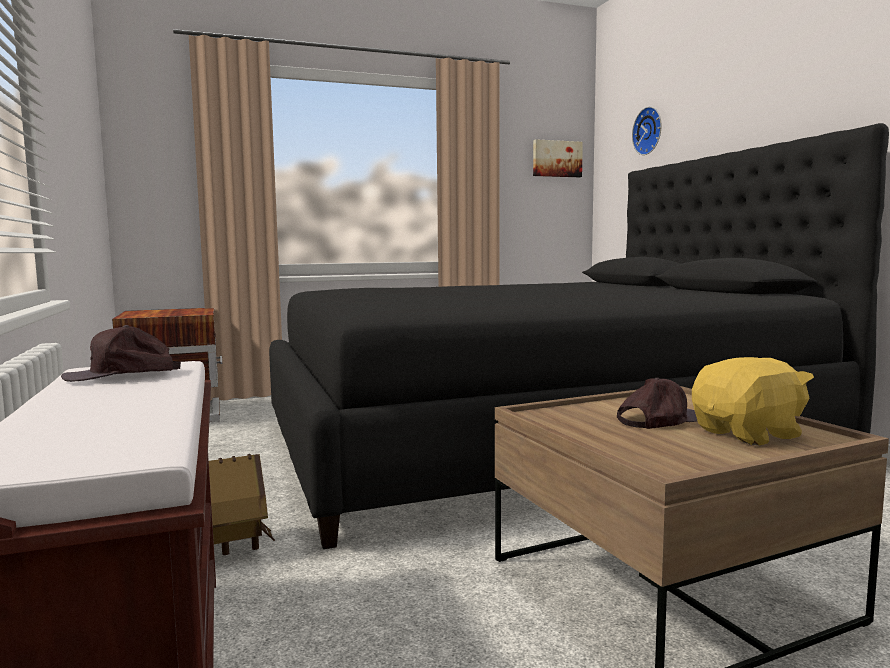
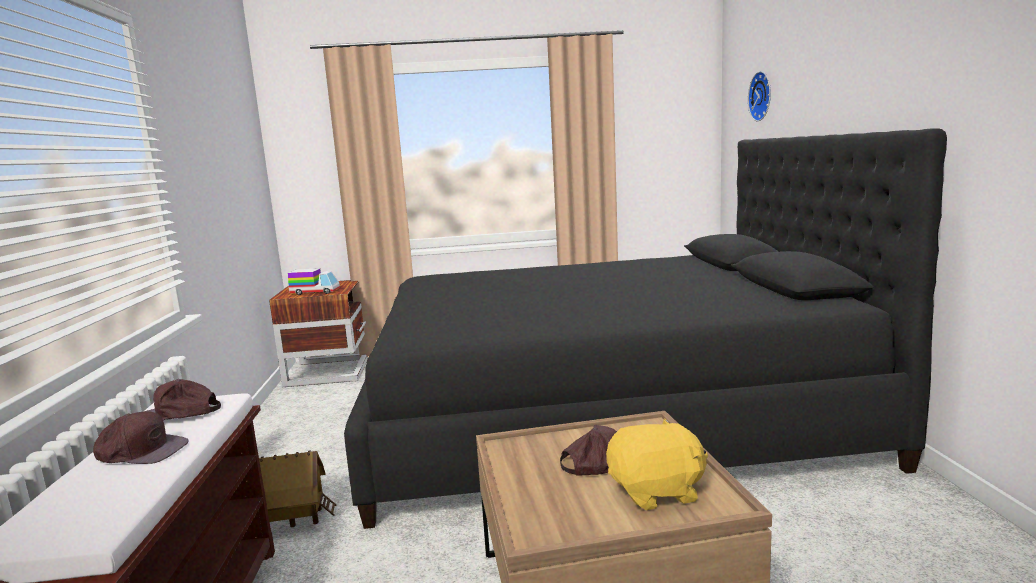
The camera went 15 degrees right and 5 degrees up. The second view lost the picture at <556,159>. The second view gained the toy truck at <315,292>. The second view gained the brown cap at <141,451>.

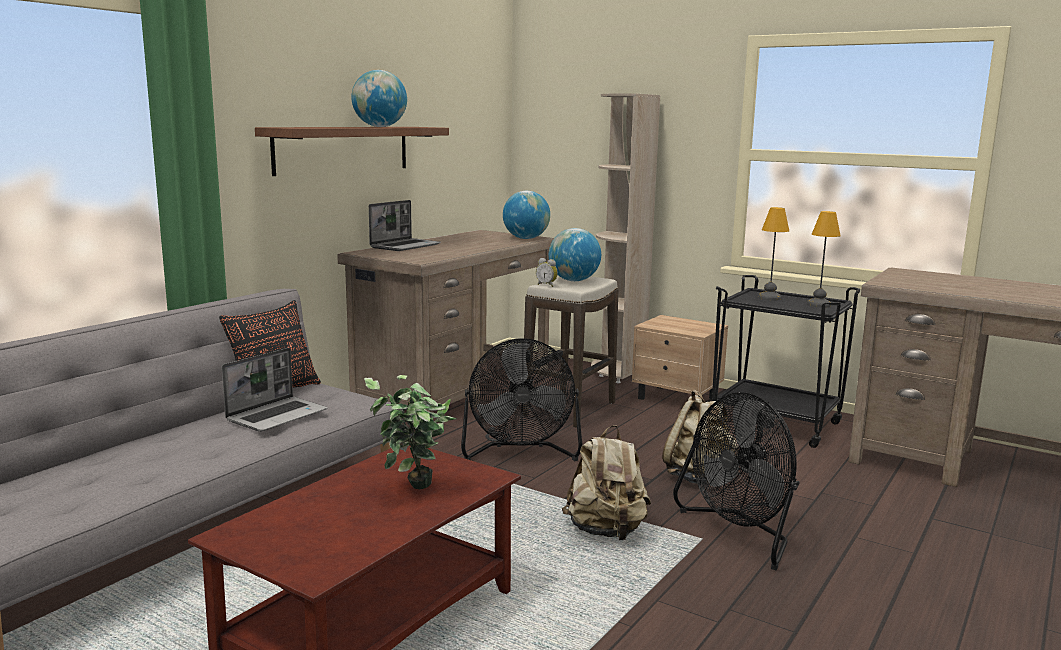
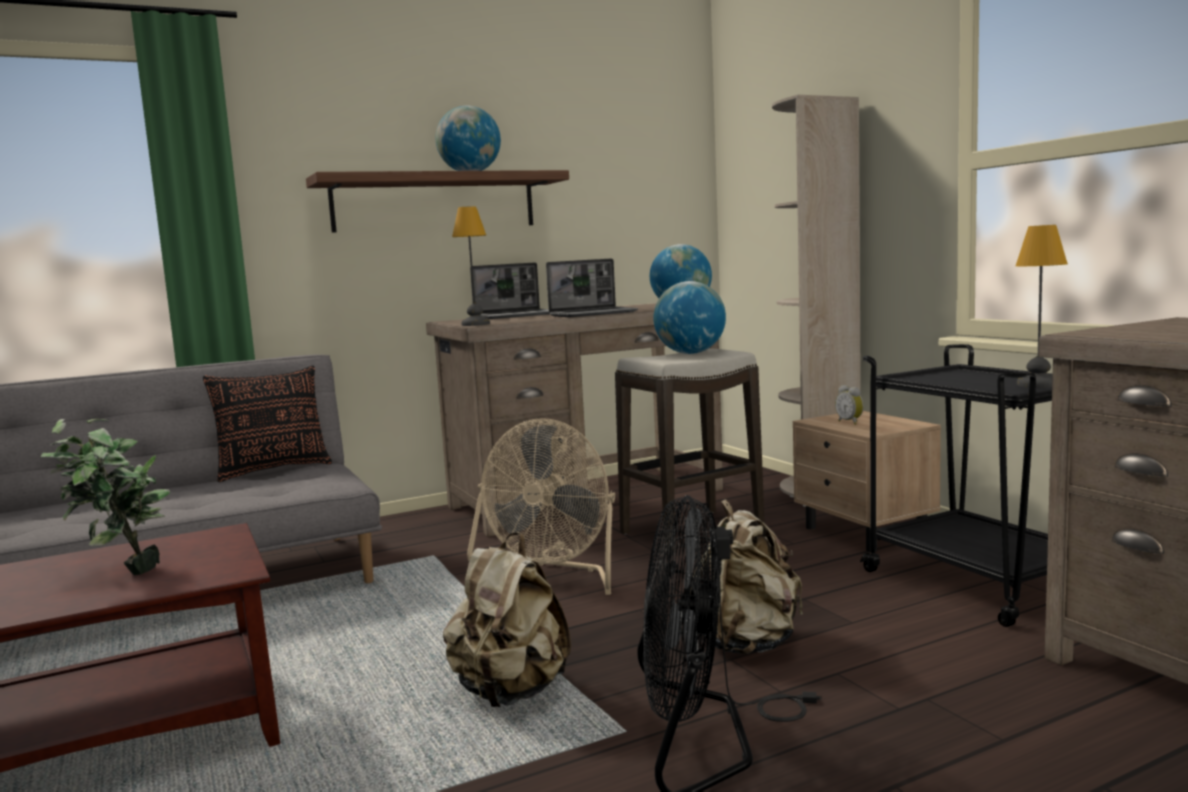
The camera went 30 degrees right and 5 degrees down. The table lamp ended up elsewhere, having gone from <768,298> to <475,324>. The alarm clock ended up elsewhere, having gone from <547,285> to <850,422>. What was the black fan at <516,452> turned into the beige fan at <551,574>. The laptop ended up elsewhere, having gone from <277,415> to <593,314>.

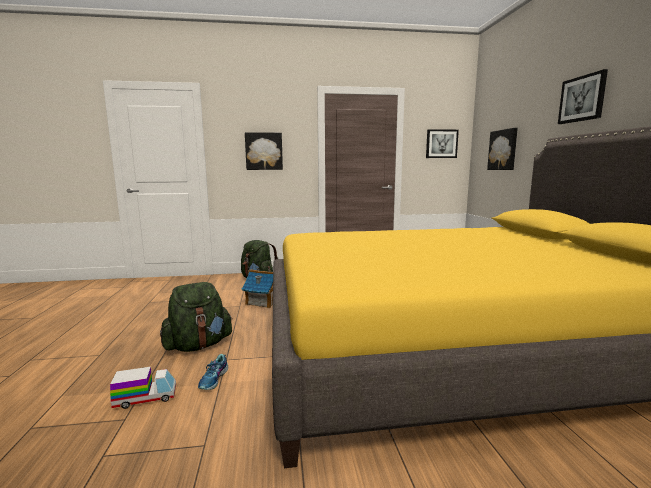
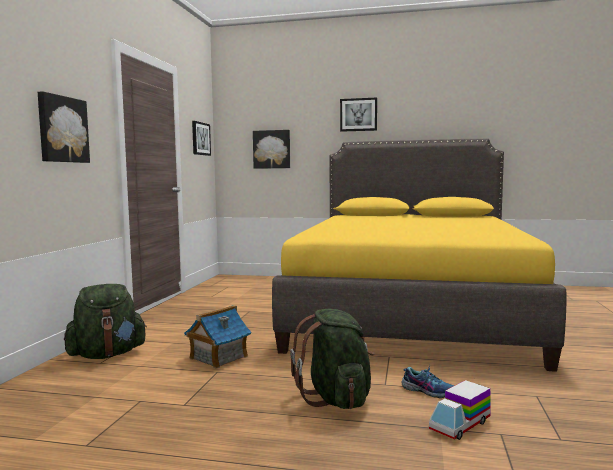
The camera went 70 degrees left and 5 degrees down. The toy truck at <145,398> ended up facing another way, 135 degrees counterclockwise from before.

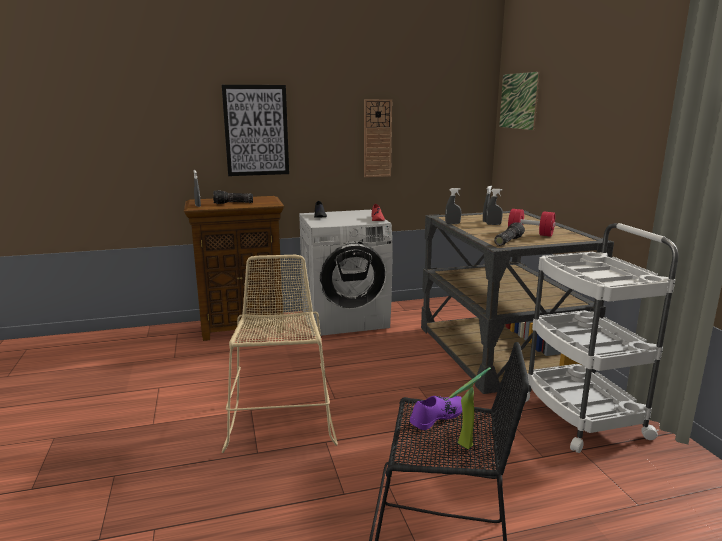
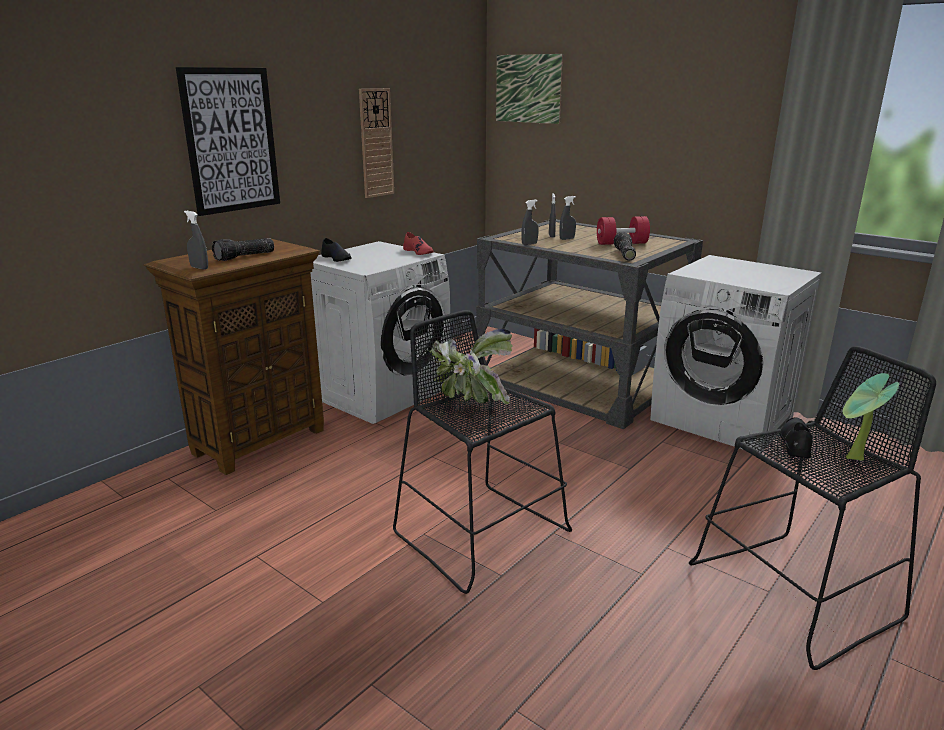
The camera went 35 degrees left and 5 degrees up. Where the white cart stood at <580,418>, the white washing machine came to stand at <721,423>. What was the beige stool at <282,424> turned into the black stool at <482,534>. What was the purple shoe at <437,416> turned into the black shoe at <795,443>. The second view gained the potted plant at <467,403>.

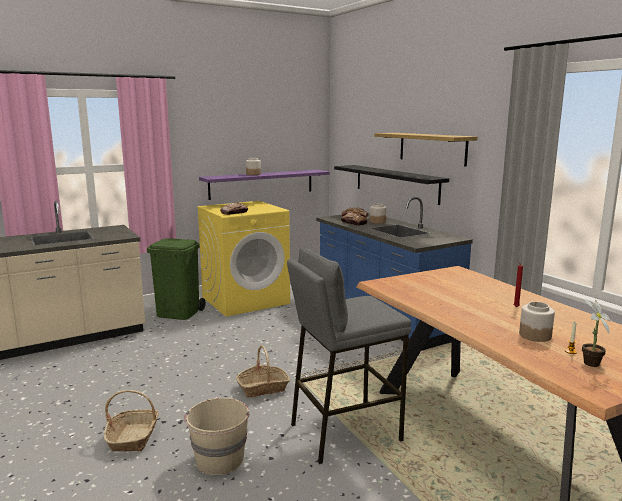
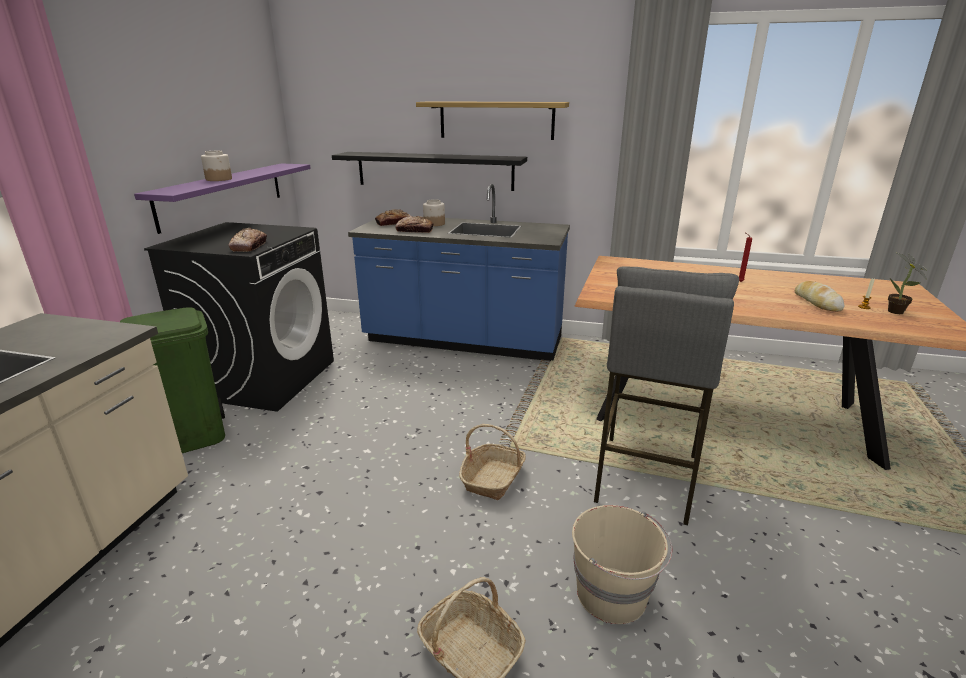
The camera went 45 degrees left and 10 degrees up. What was the yellow washing machine at <245,300> turned into the black washing machine at <264,378>. Where the jar stood at <535,335>, the bread came to stand at <816,302>.

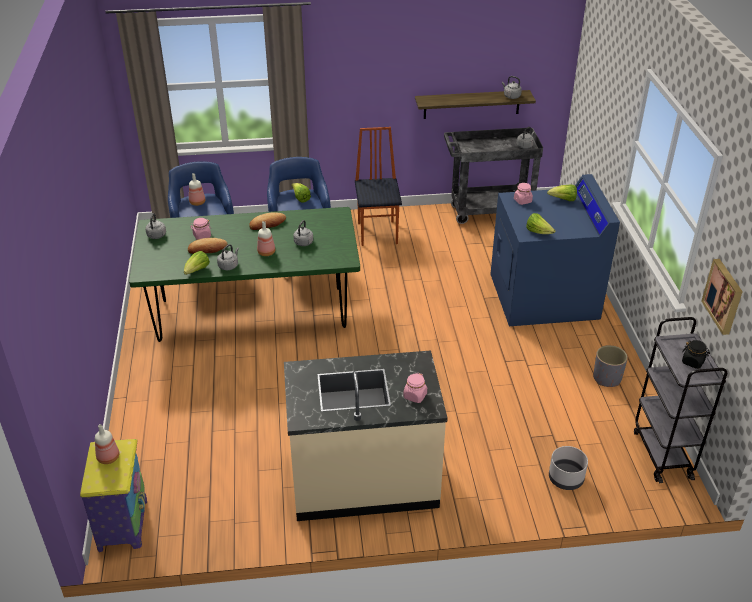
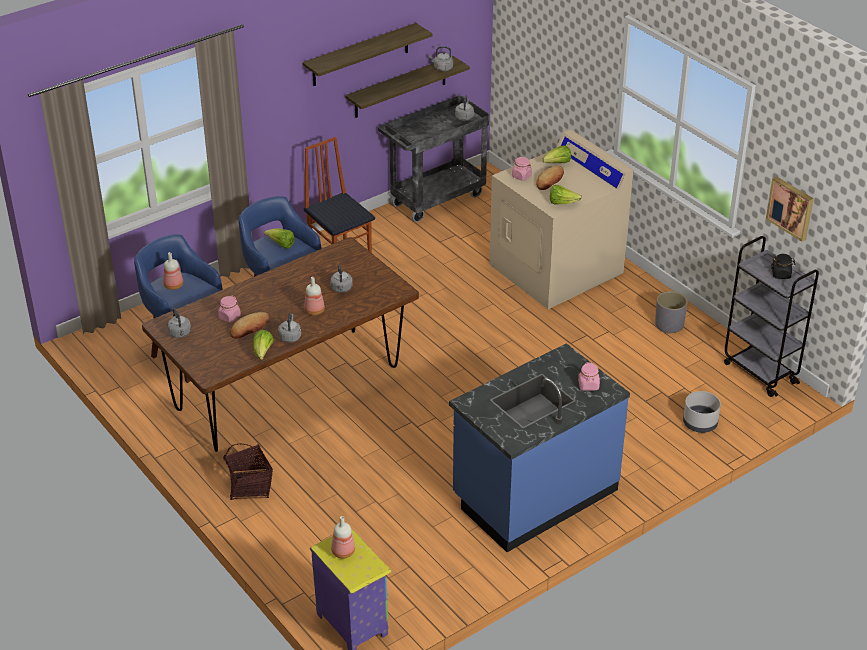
The camera went 30 degrees left and 0 degrees up. What was the blue washing machine at <543,296> turned into the beige washing machine at <556,269>. What was the green dining table at <253,313> turned into the brown dining table at <288,387>. The bread ended up elsewhere, having gone from <267,224> to <550,180>. What was the beige counter at <363,479> turned into the blue counter at <534,494>. The second view gained the shelf at <360,55>. The second view gained the basket at <250,486>.

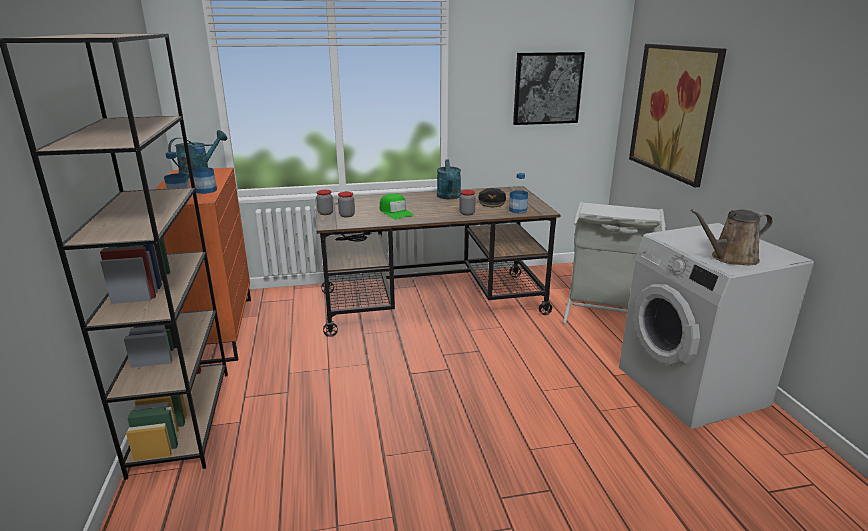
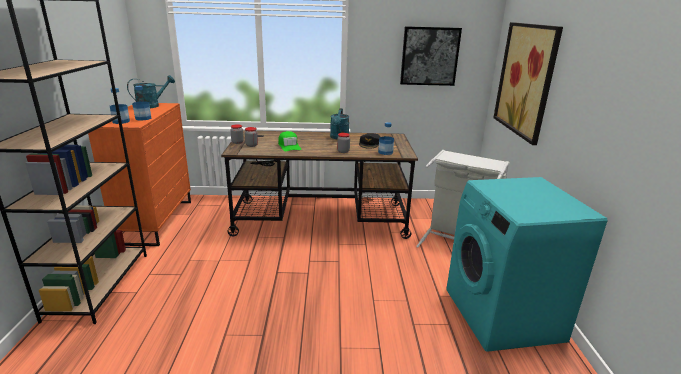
The camera went 10 degrees right and 0 degrees up. The second view lost the brown watering can at <730,258>. What was the white washing machine at <689,386> turned into the turquoise washing machine at <500,313>.

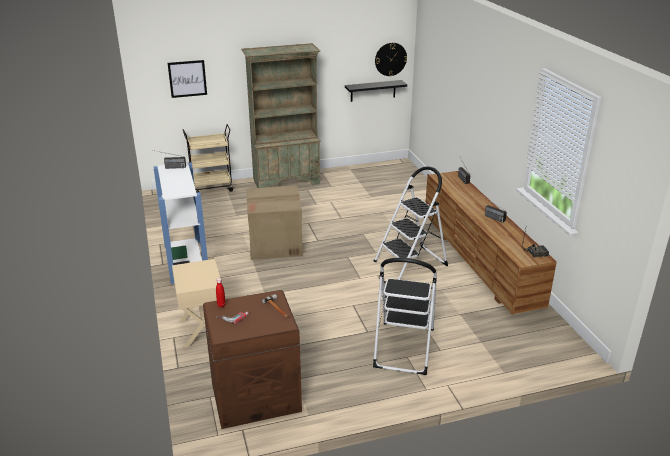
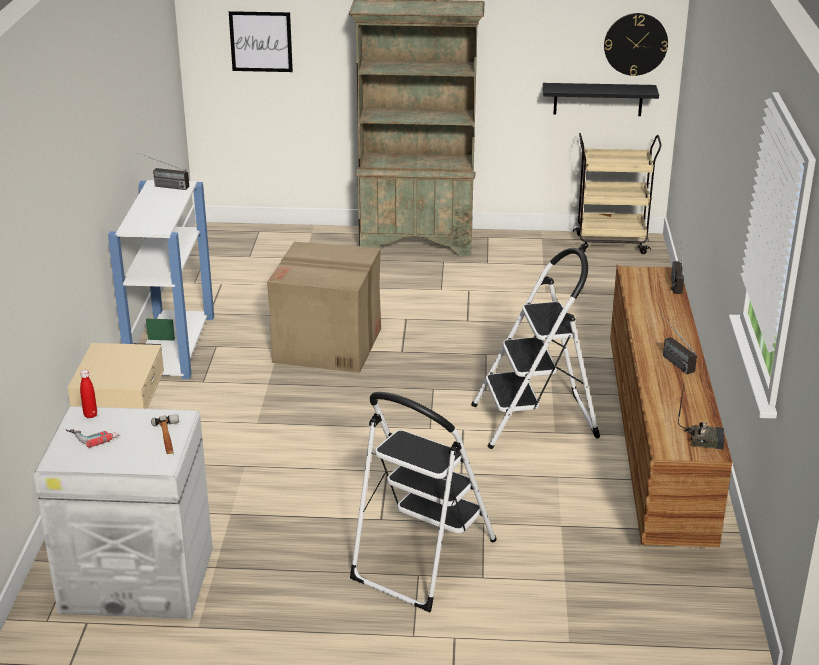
The camera went 20 degrees right and 0 degrees up. The beige cart ended up elsewhere, having gone from <212,188> to <611,244>. What was the brown washing machine at <254,394> turned into the white washing machine at <137,575>.

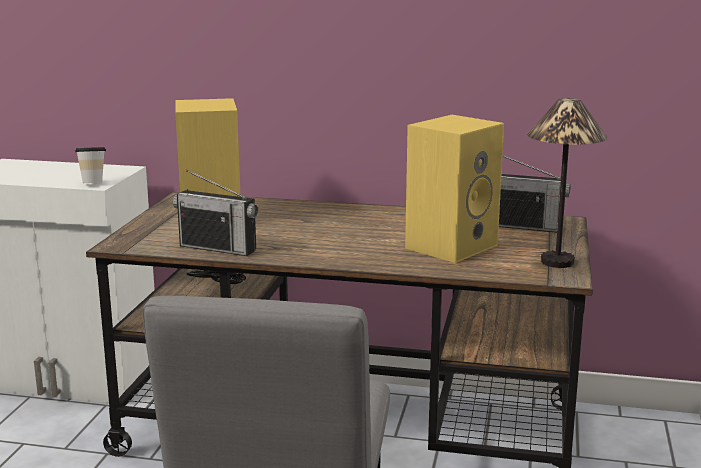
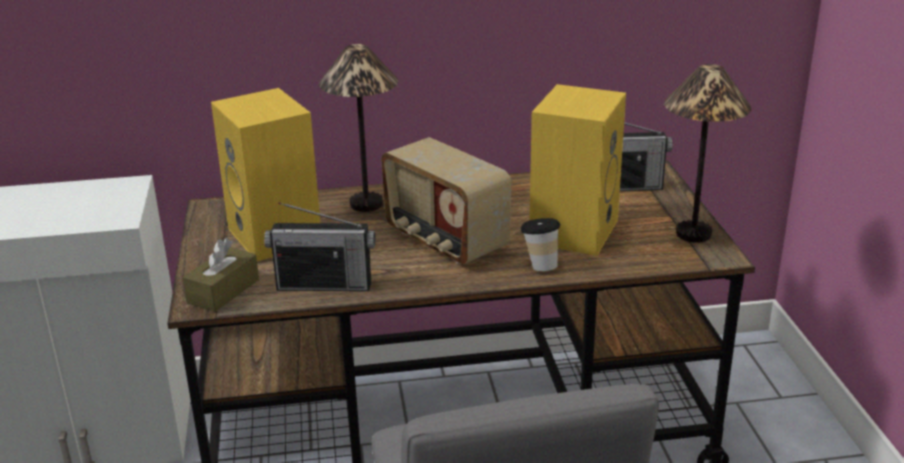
The camera went 20 degrees left and 10 degrees up. The cup ended up elsewhere, having gone from <93,183> to <540,265>. The second view gained the table lamp at <367,204>. The second view gained the radio at <444,241>. The second view gained the brown tissue box at <223,291>.

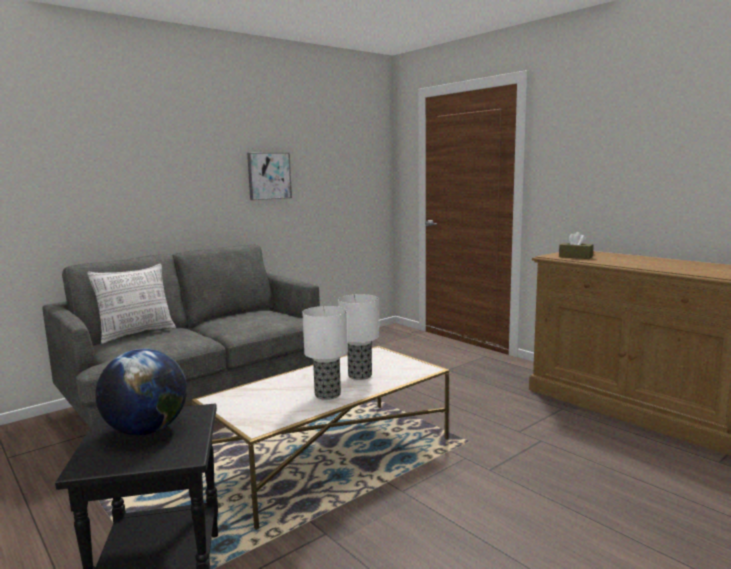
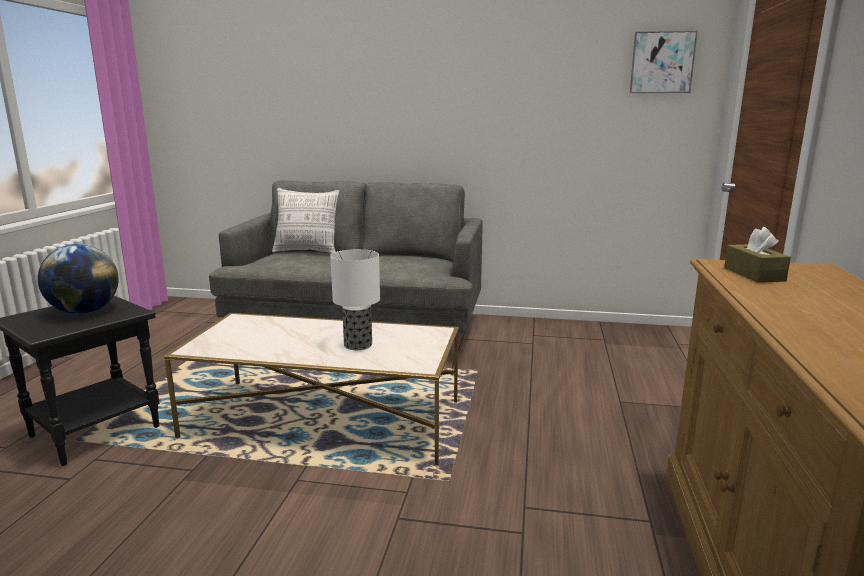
The camera went 50 degrees right and 5 degrees up. The picture ended up elsewhere, having gone from <268,176> to <662,62>. The second view lost the table lamp at <328,394>.

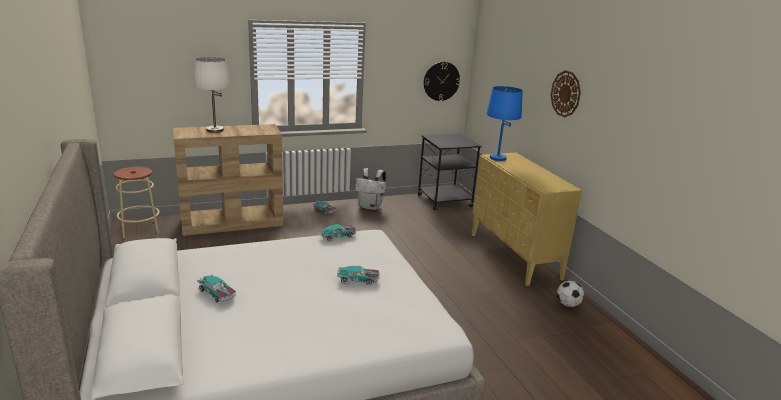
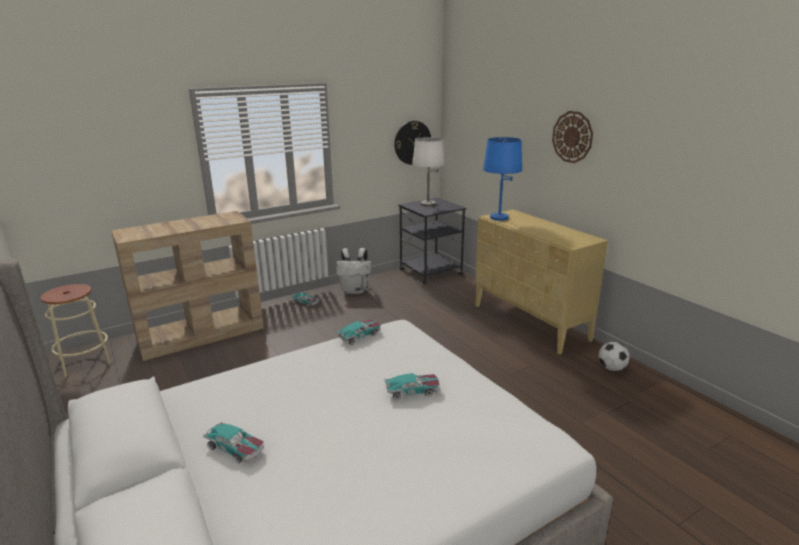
The camera went 10 degrees left and 0 degrees up. The white table lamp ended up elsewhere, having gone from <214,130> to <428,204>.

